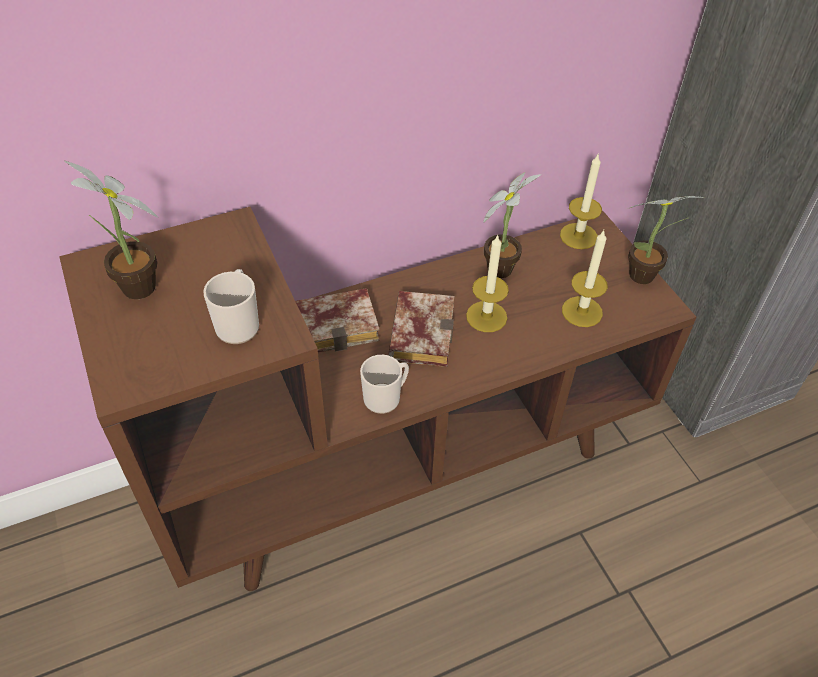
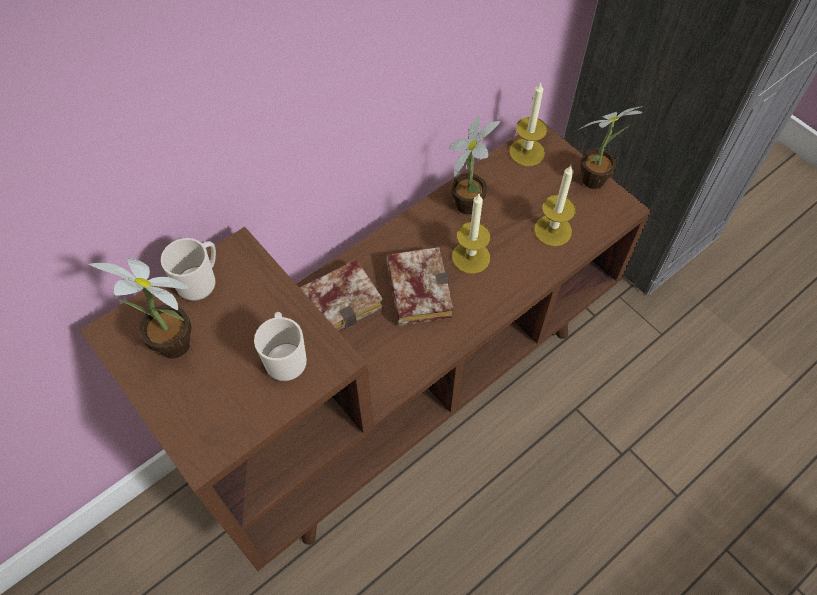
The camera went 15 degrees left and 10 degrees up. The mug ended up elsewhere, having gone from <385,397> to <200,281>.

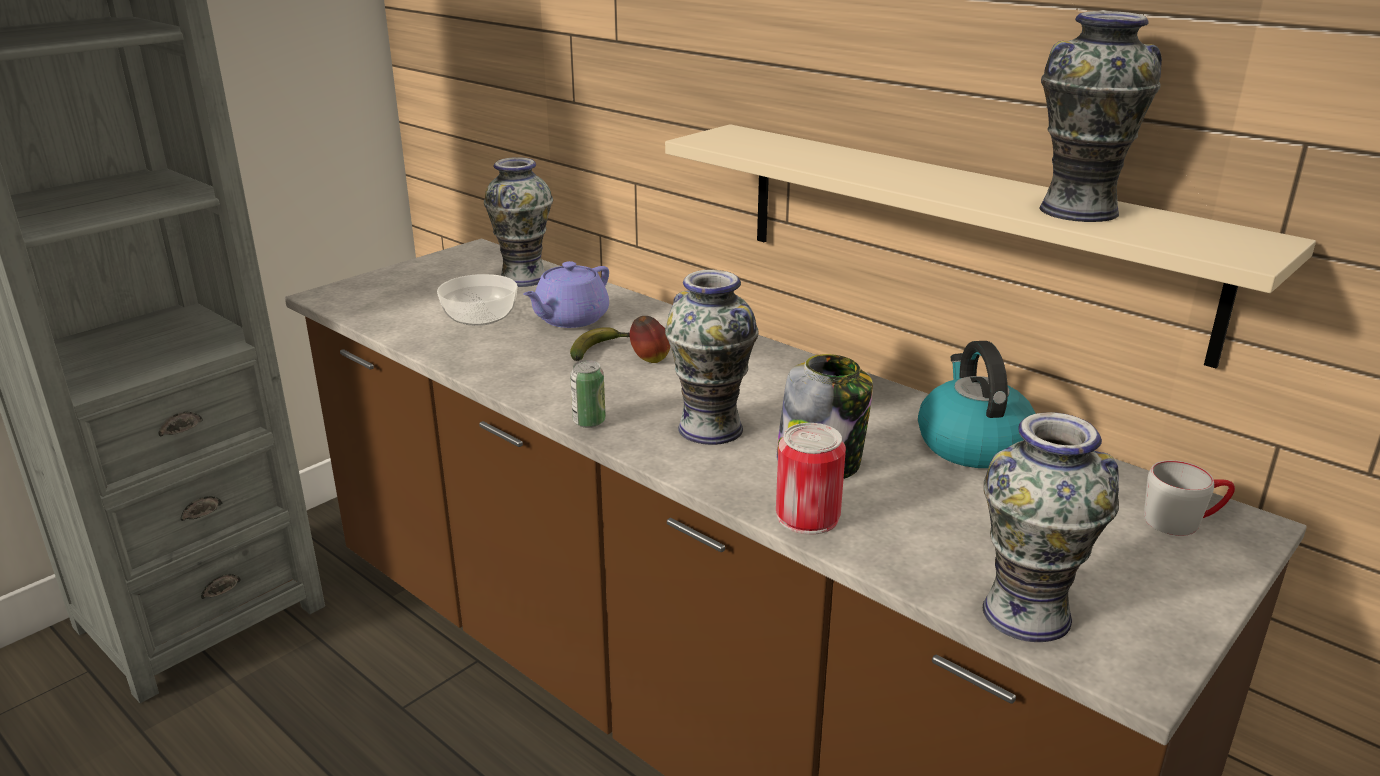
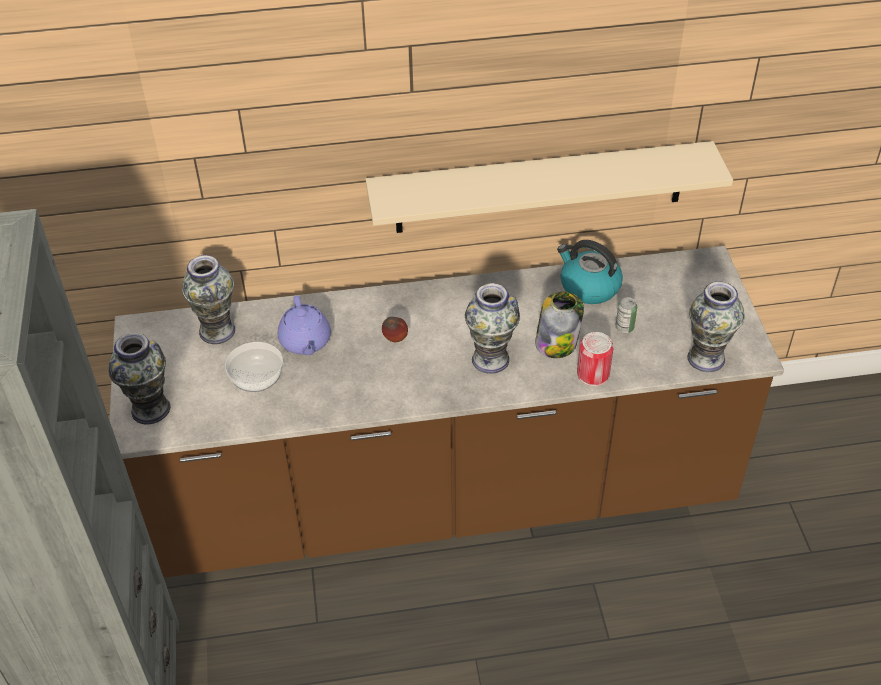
The camera went 50 degrees left and 20 degrees up. The vase ended up elsewhere, having gone from <1078,211> to <151,409>. The second view lost the banana at <600,350>. The can ended up elsewhere, having gone from <589,422> to <624,327>. The second view lost the grey mug at <1183,520>.

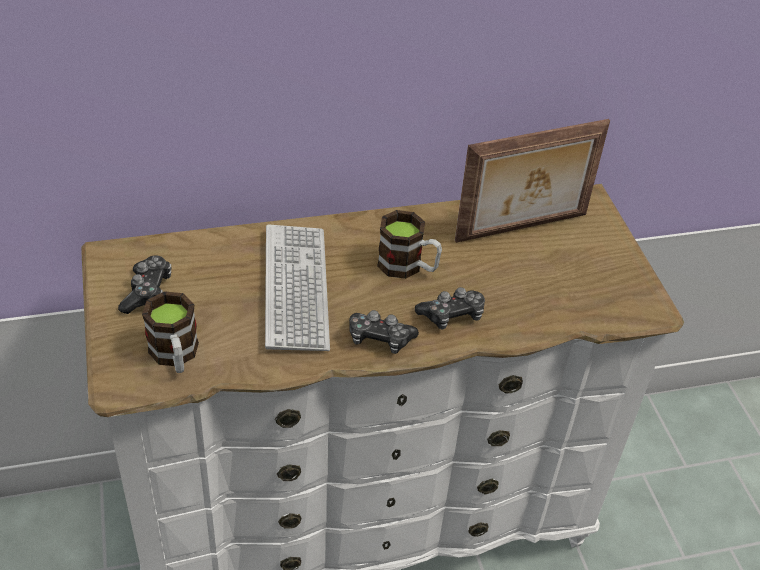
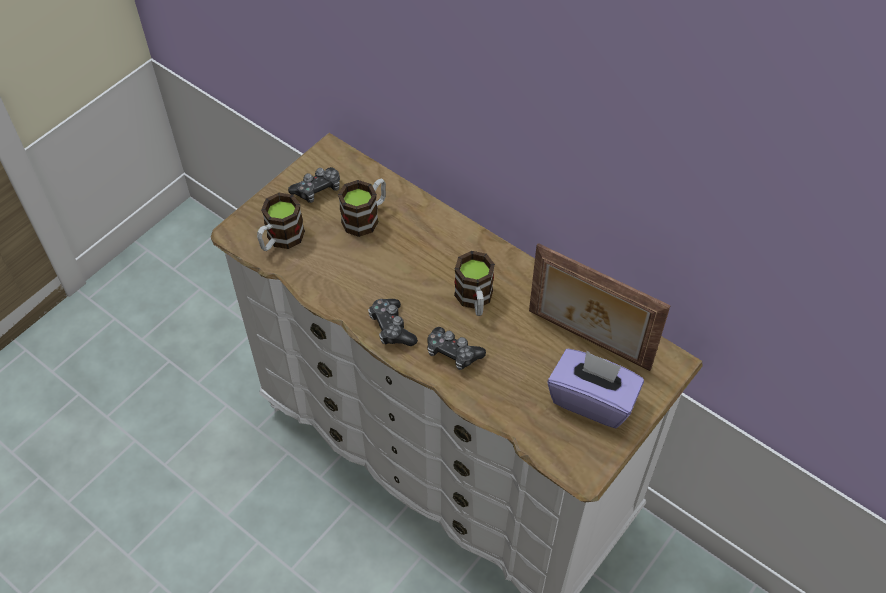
The camera went 55 degrees right and 10 degrees up. The second view lost the keyboard at <296,288>. The second view gained the mug at <366,217>. The second view gained the purple tissue box at <592,400>.

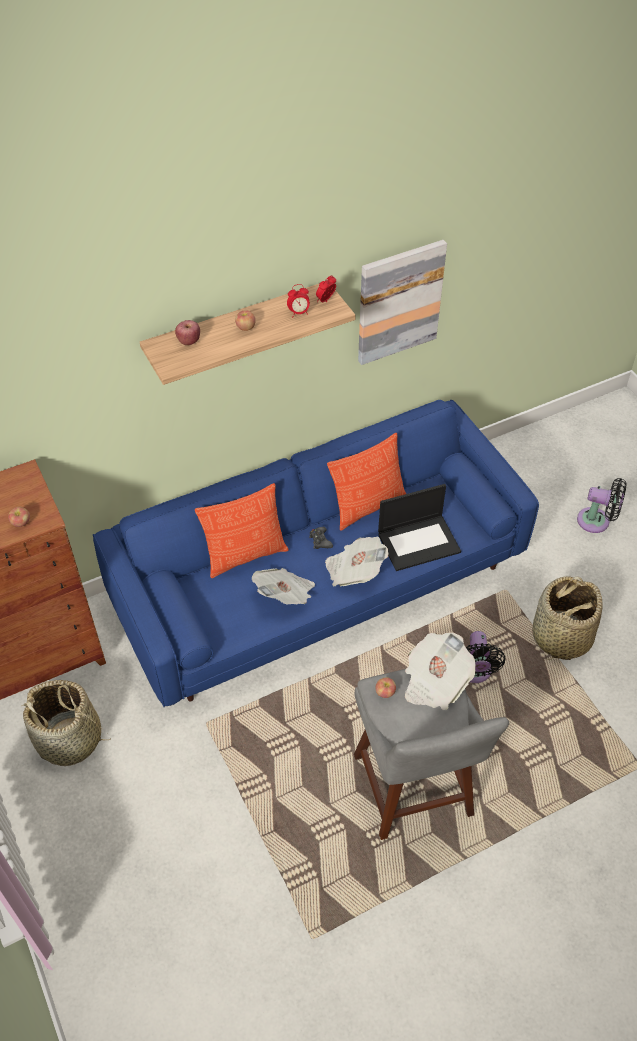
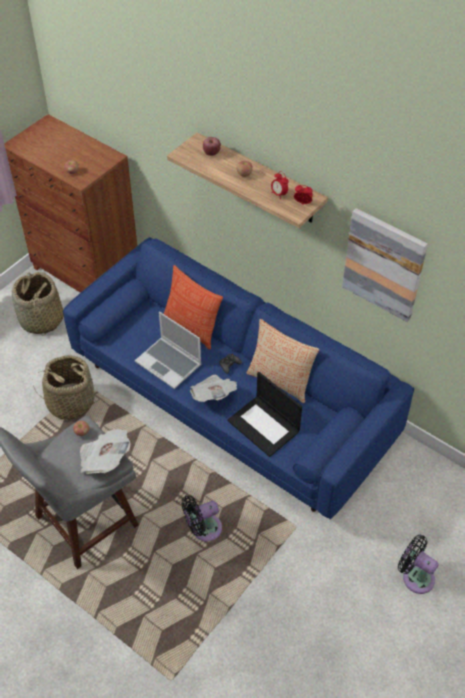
The camera went 65 degrees right and 0 degrees up. What was the orange pillow at <368,506> turned into the beige pillow at <280,381>. The black fan at <597,521> ended up facing another way, 135 degrees clockwise from before. Where the newspaper stood at <285,595>, the laptop came to stand at <169,363>. The basket ended up elsewhere, having gone from <560,637> to <70,402>.

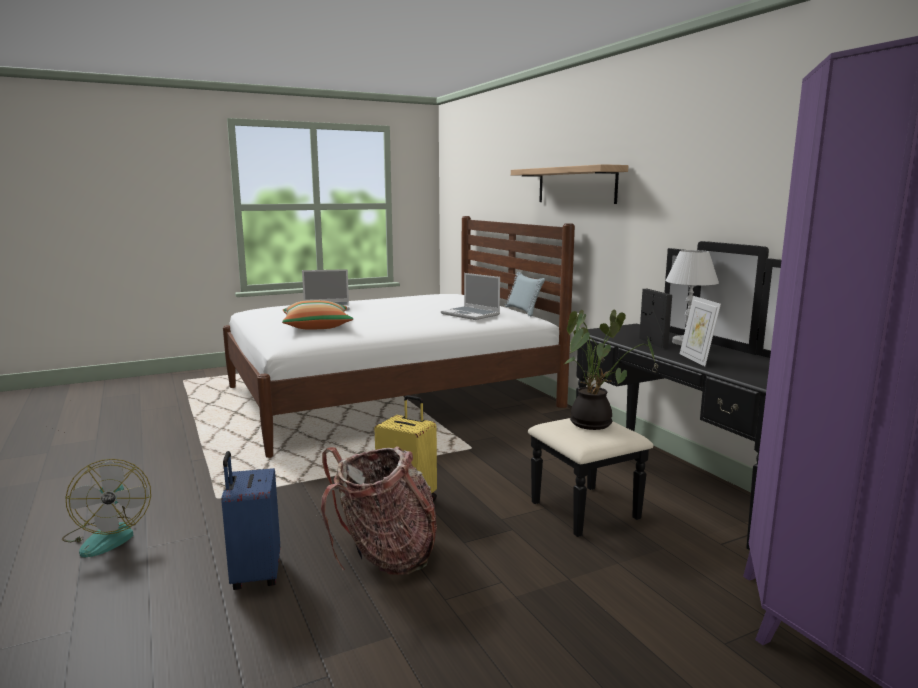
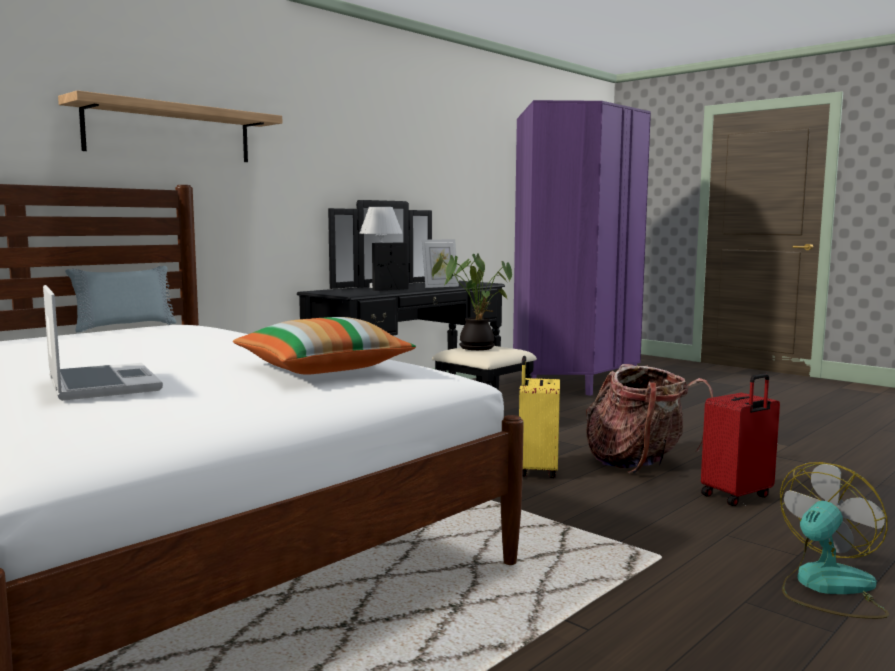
The camera went 110 degrees left and 5 degrees down. The second view lost the laptop at <471,314>. What was the blue suitcase at <255,574> turned into the red suitcase at <737,496>.

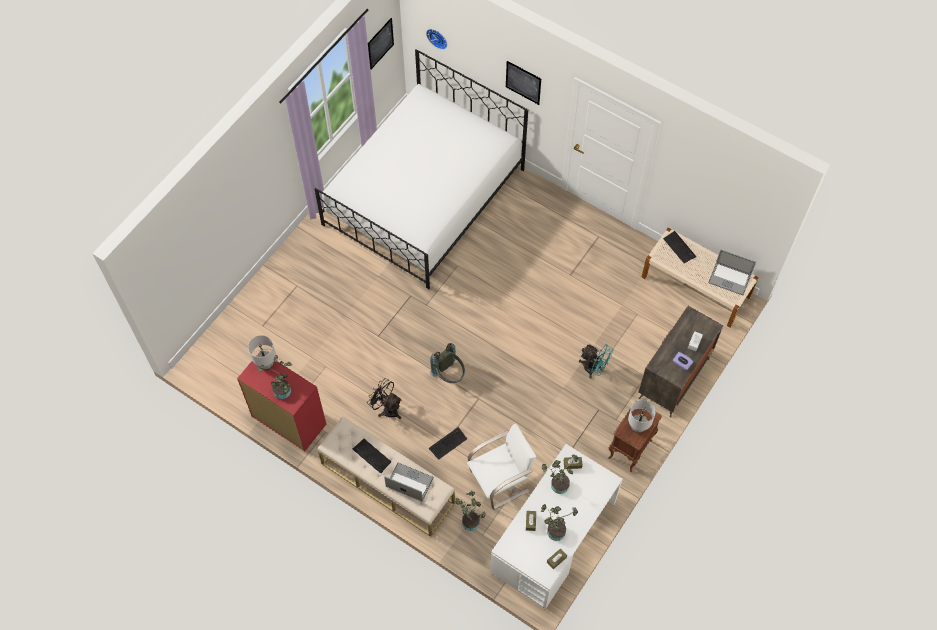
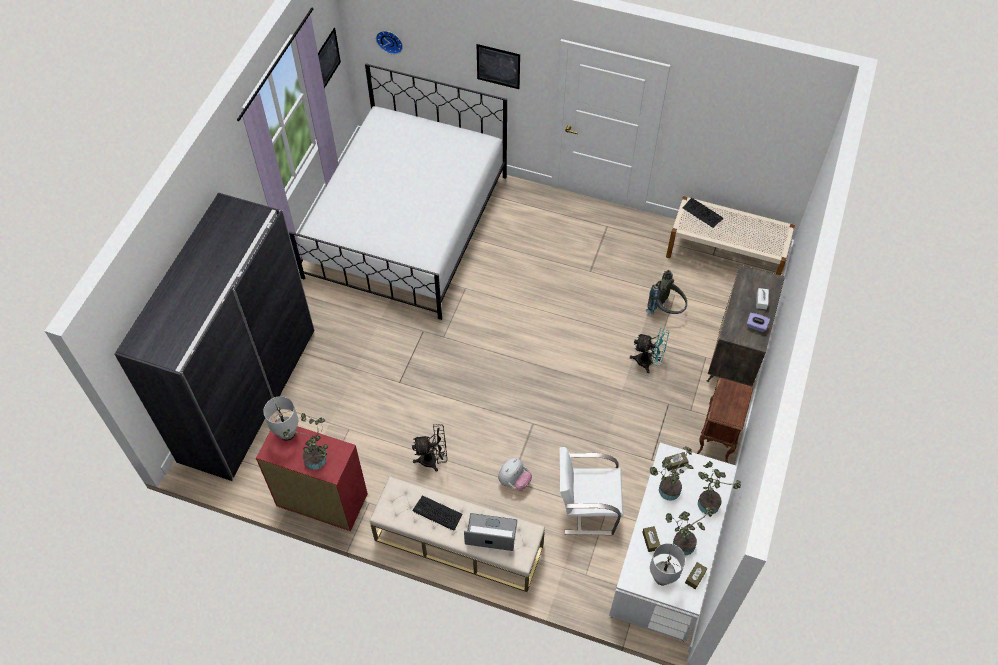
The camera went 15 degrees left and 5 degrees down. The second view lost the laptop at <729,278>. The grey backpack ended up elsewhere, having gone from <449,375> to <666,310>. The black fan at <387,409> ended up facing another way, 150 degrees clockwise from before. The white table lamp ended up elsewhere, having gone from <638,427> to <662,577>. The white chair at <500,480> ended up facing another way, 135 degrees counterclockwise from before. Where the keyboard stood at <448,443>, the plush toy came to stand at <514,481>. The potted plant ended up elsewhere, having gone from <470,520> to <707,501>. The second view gained the grey wardrobe at <247,394>.

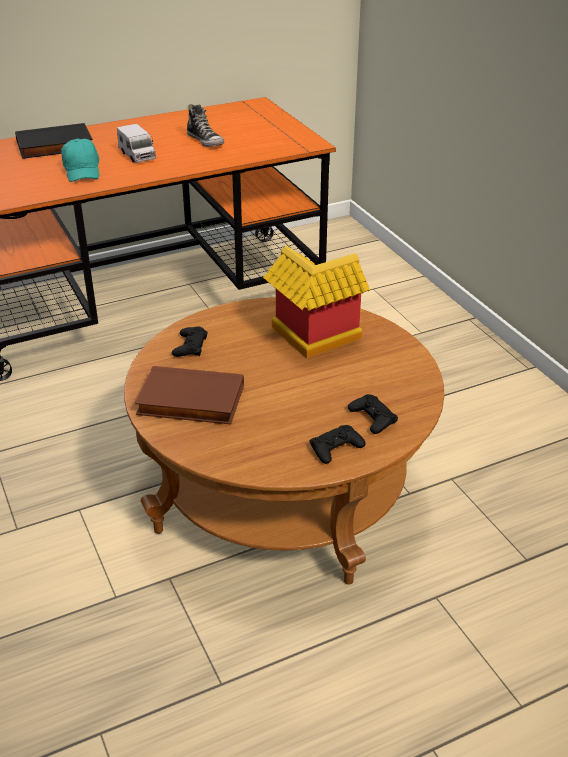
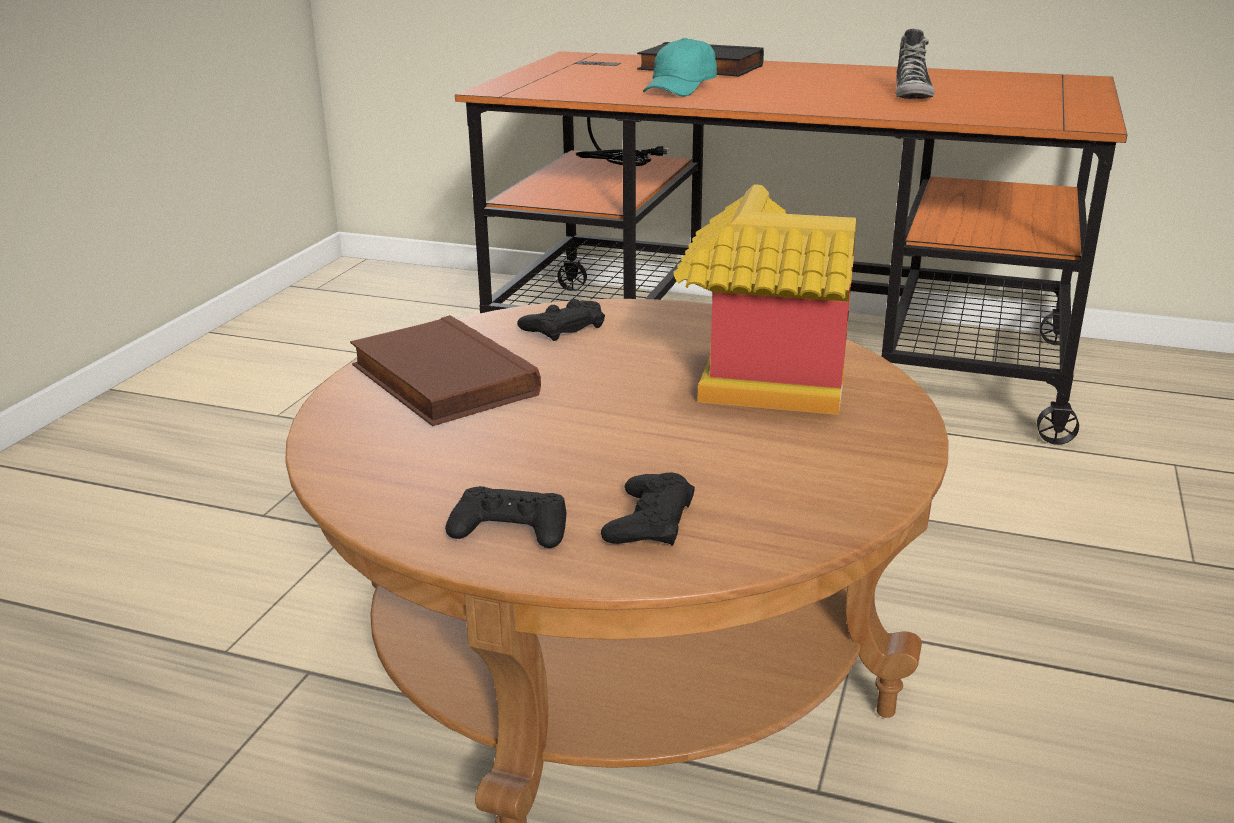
The camera went 45 degrees right and 10 degrees down. The second view lost the toy truck at <137,155>.

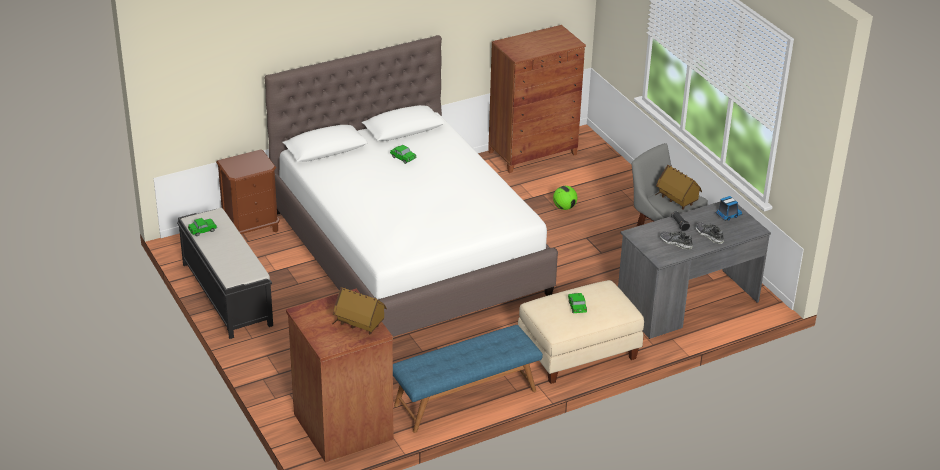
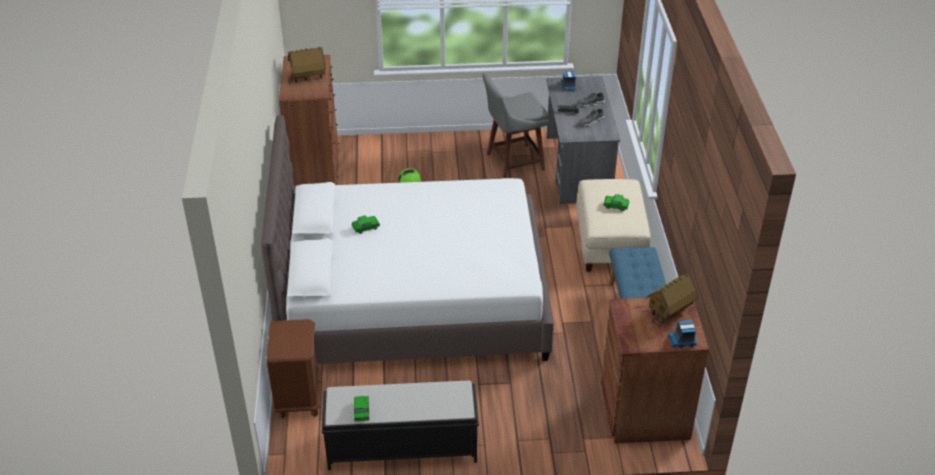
The camera went 65 degrees left and 5 degrees up. The toy house ended up elsewhere, having gone from <676,201> to <307,77>. The second view gained the toy truck at <683,341>.

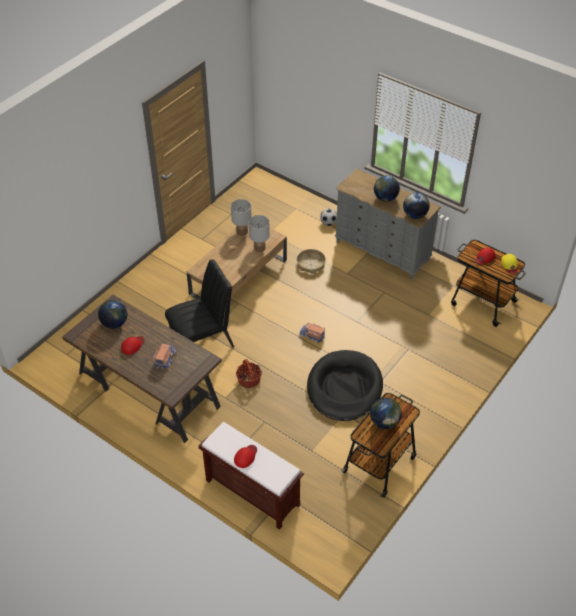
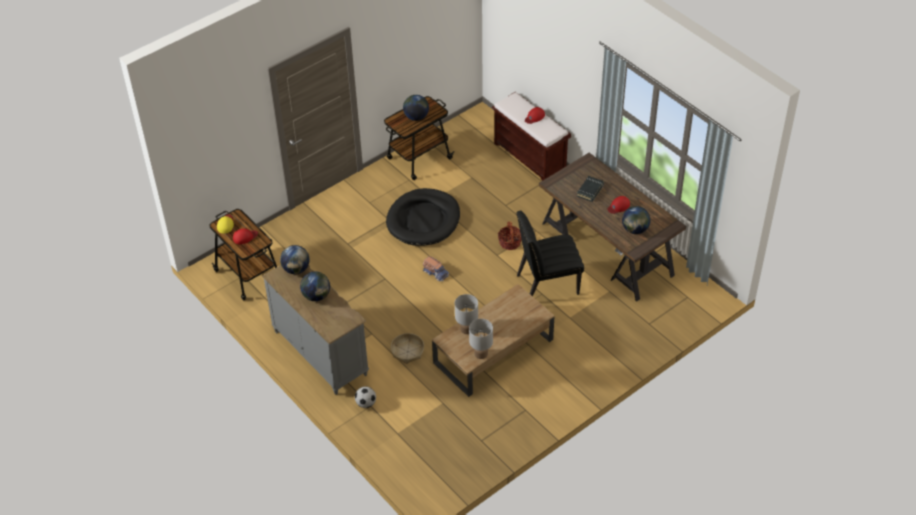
The camera went 165 degrees left and 0 degrees up. Where the toy truck stood at <164,358>, the black book came to stand at <590,190>.

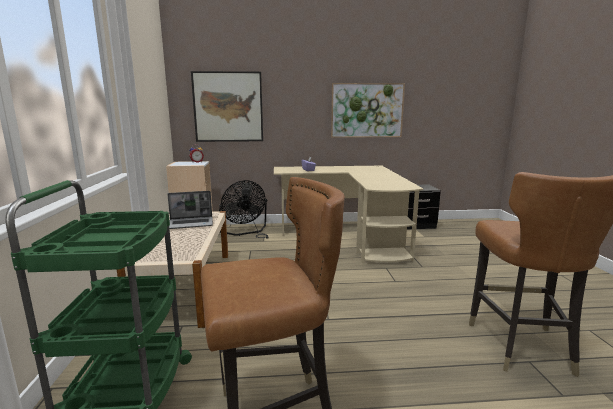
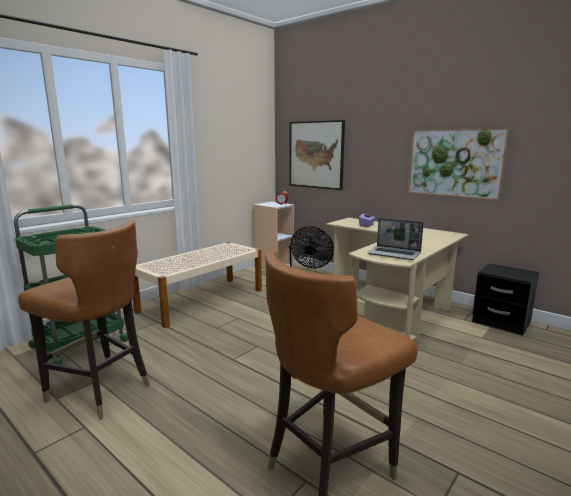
The camera went 45 degrees right and 0 degrees up. The laptop ended up elsewhere, having gone from <191,223> to <395,254>.

